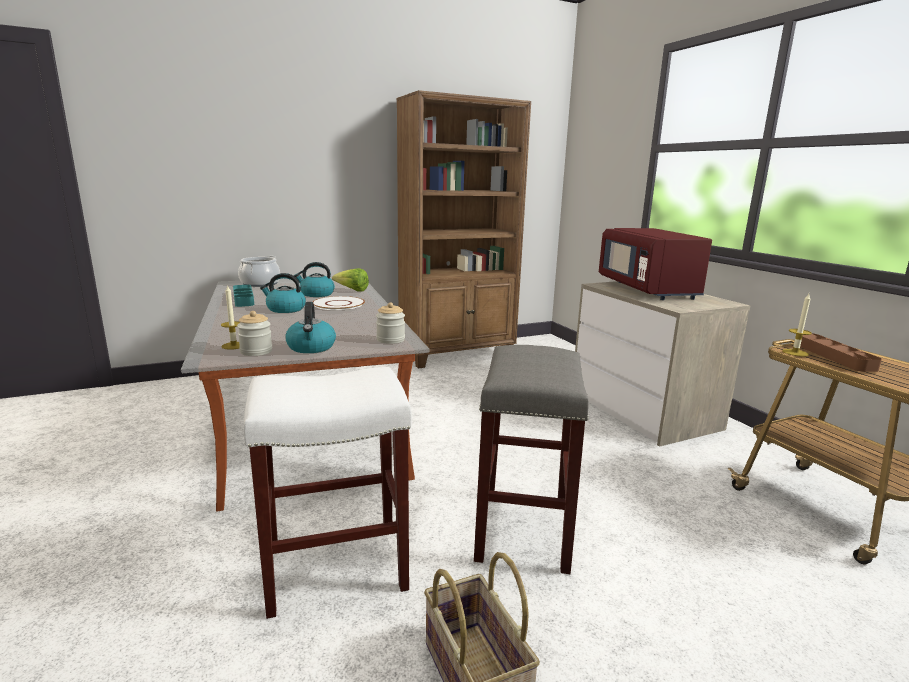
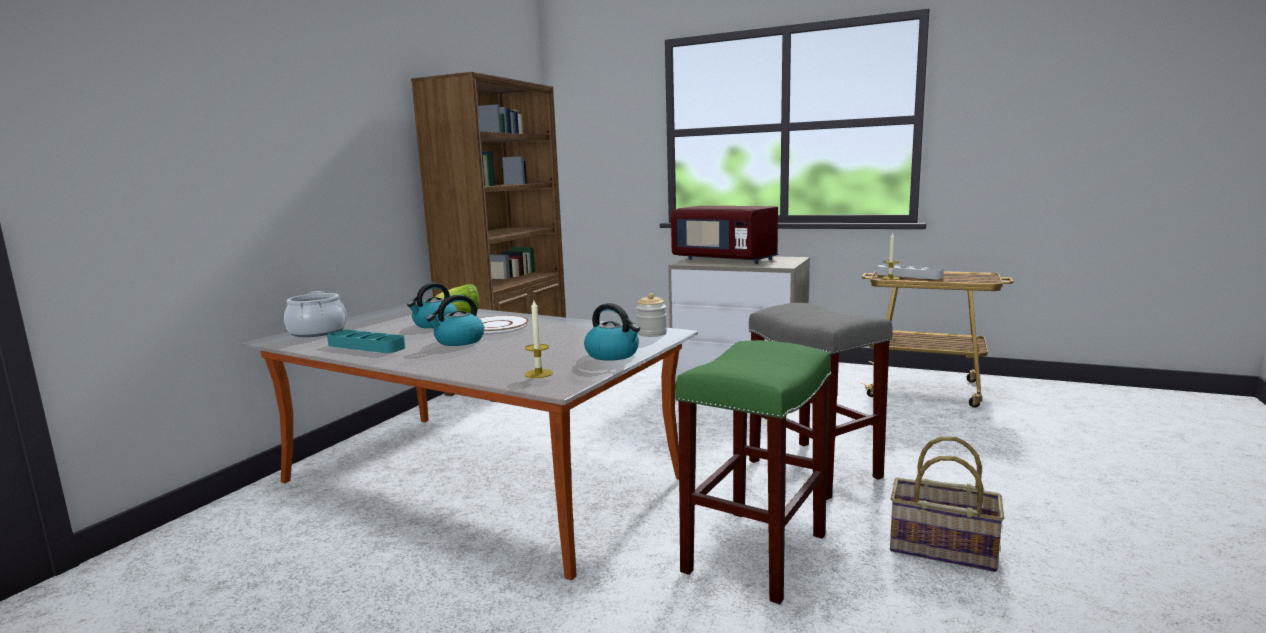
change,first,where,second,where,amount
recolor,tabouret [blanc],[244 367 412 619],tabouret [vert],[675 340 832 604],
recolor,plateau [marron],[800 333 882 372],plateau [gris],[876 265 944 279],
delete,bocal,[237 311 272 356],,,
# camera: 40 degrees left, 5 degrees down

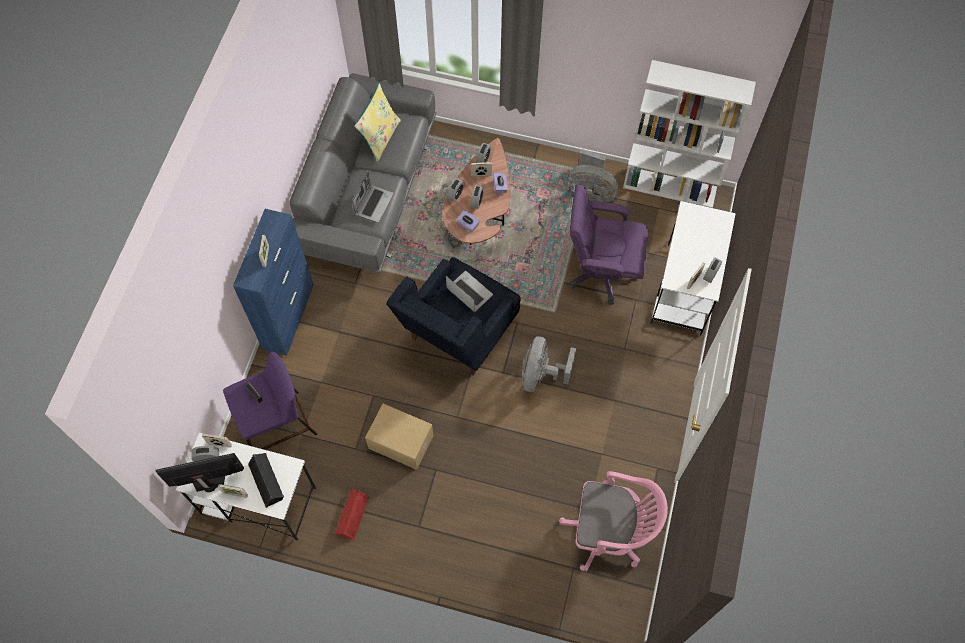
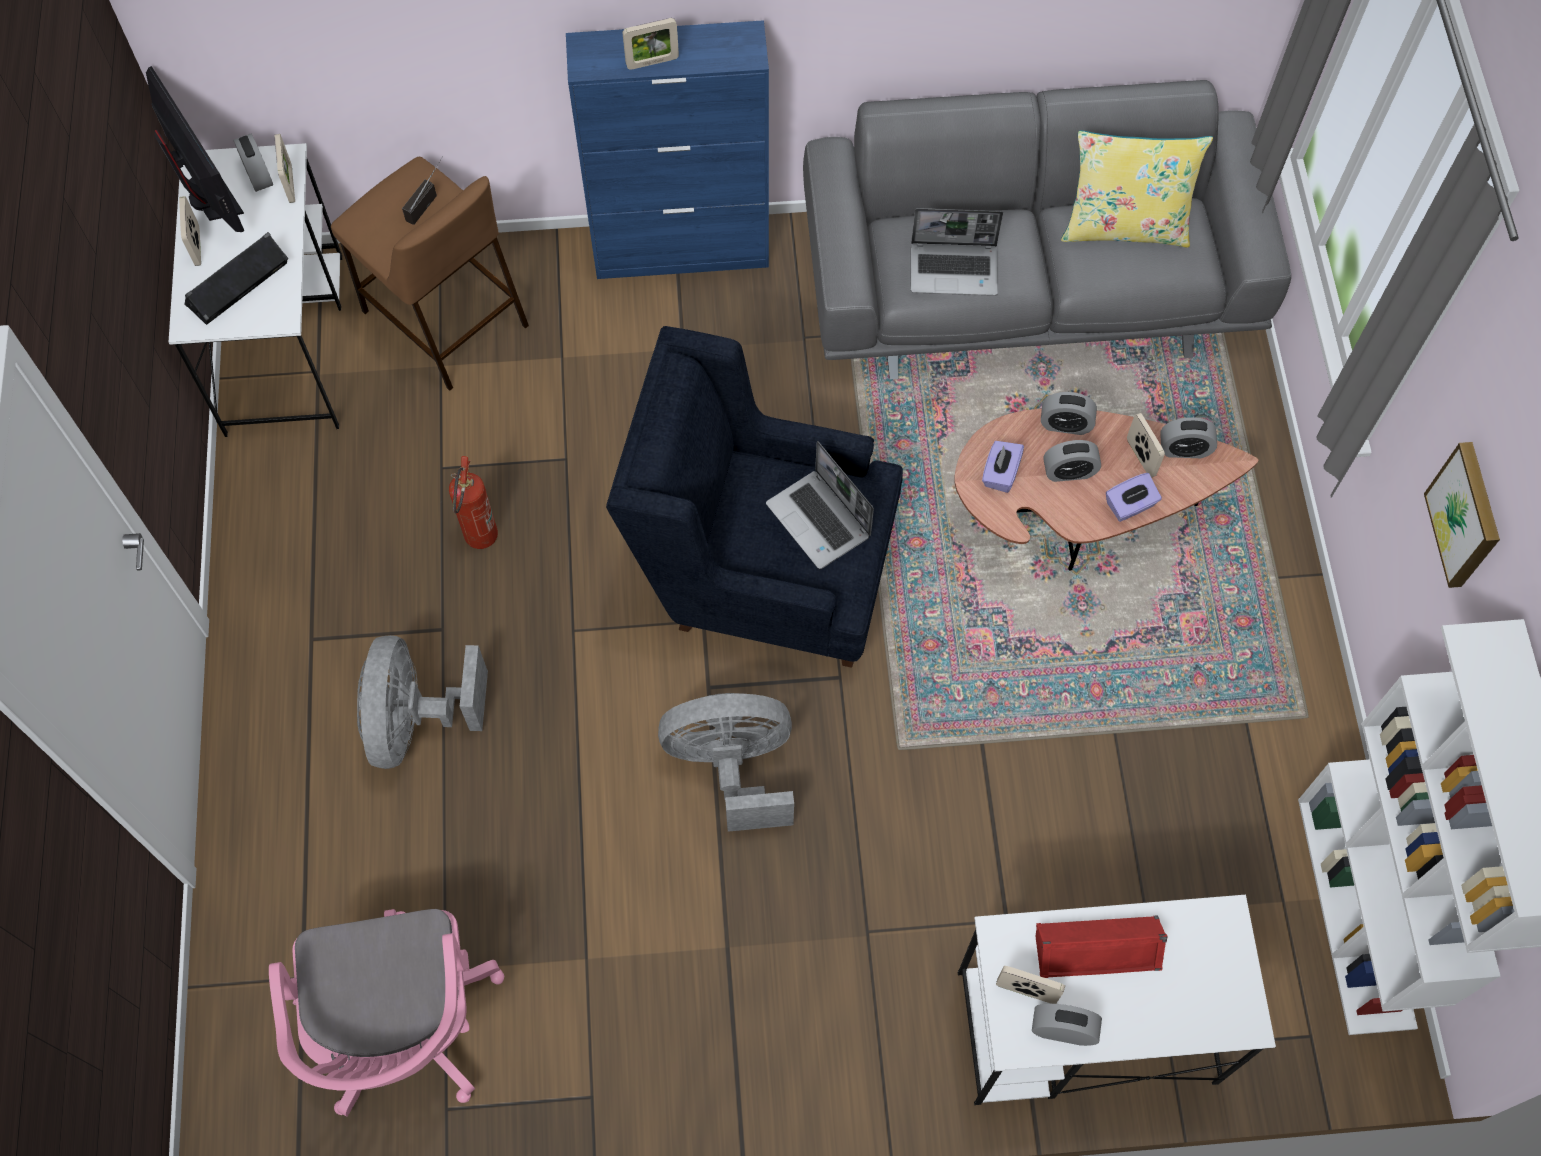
change,first,where,second,where,amount
recolor,tabouret [violet],[223 352 317 450],tabouret [marron],[331 157 529 391],
move,ventilateur [gris],[568 149 619 203],,[357 635 488 769],
replace,carton,[365 404 433 470],extincteur,[449 456 498 549],
rotate,ordinateur portable,[446 271 493 312],,[766 441 874 569],120 degrees clockwise
move,enceinte [rouge],[335 489 369 540],,[1035 915 1168 978],
insert,,,tableau,[1424 442 1500 588],
delete,chaise de bureau [violet],[569 184 648 305],,,
# camera: 70 degrees right, 0 degrees up

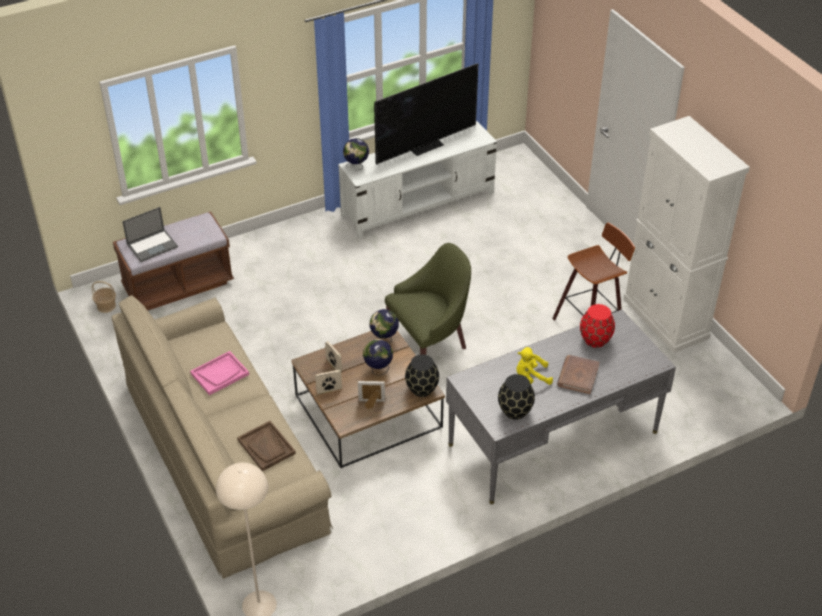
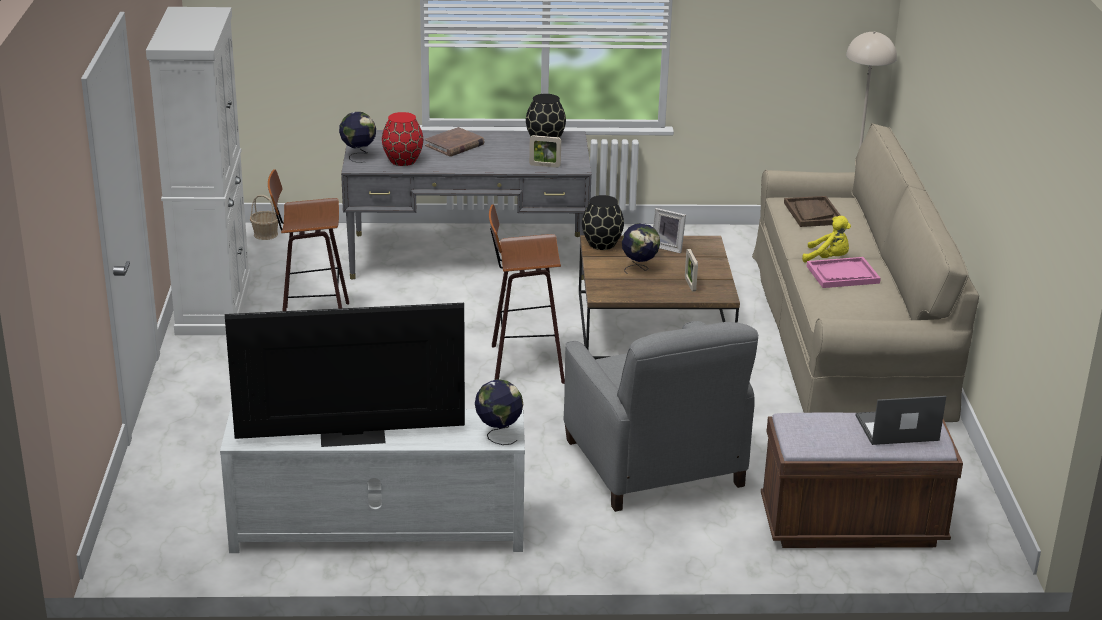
change,first,where,second,where,amount
move,panier,[92 281 116 313],,[250 195 280 240],
move,globe,[370 309 399 343],,[339 112 376 163],
replace,fauteuil [vert],[385 243 471 355],tabouret,[489 205 565 384],
move,cadre photo,[315 370 342 394],,[529 135 561 168],
insert,,,fauteuil [gris],[564 321 758 512],
move,peluche [jaune],[516 347 553 385],,[802 216 851 263],
# camera: 155 degrees left, 15 degrees down

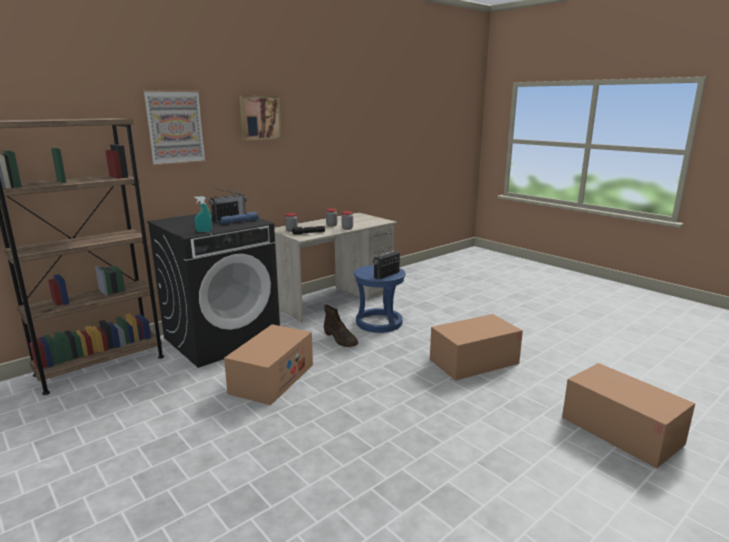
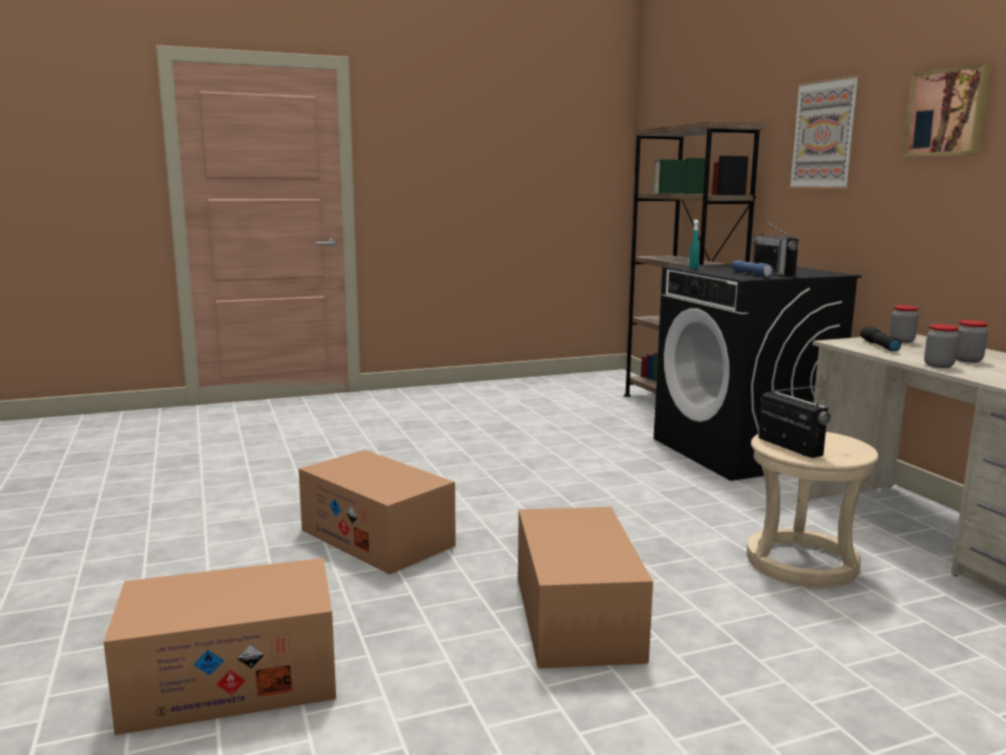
change,first,where,second,where,amount
move,carton,[224 324 313 405],,[299 450 456 575],
recolor,tabouret [bleu],[354 265 406 333],tabouret [beige],[747 432 879 588],
delete,botte [marron],[324 304 358 347],,,
# camera: 110 degrees right, 5 degrees down

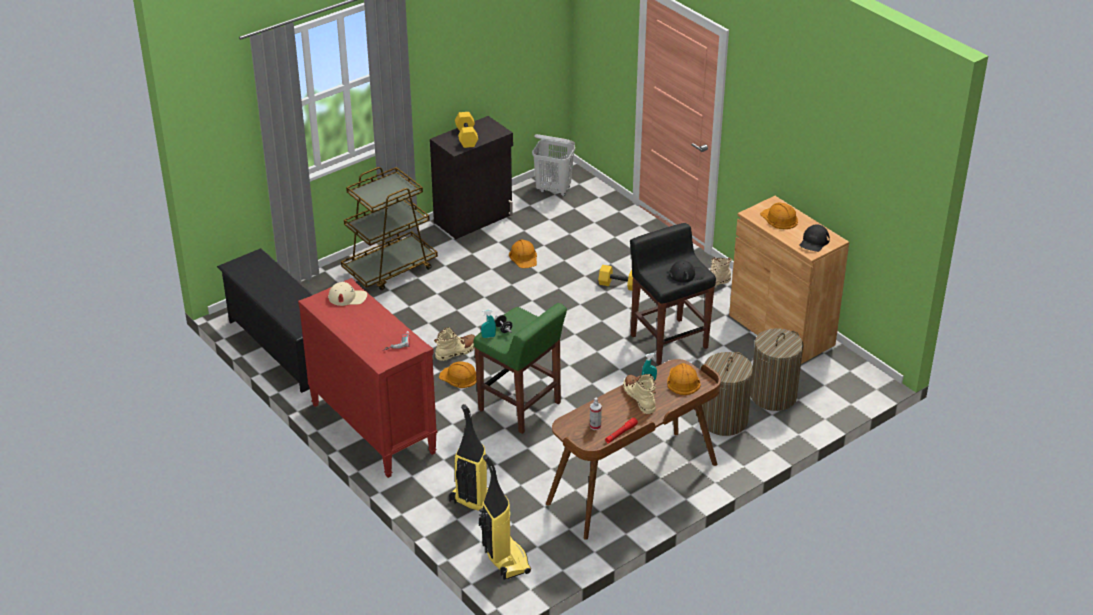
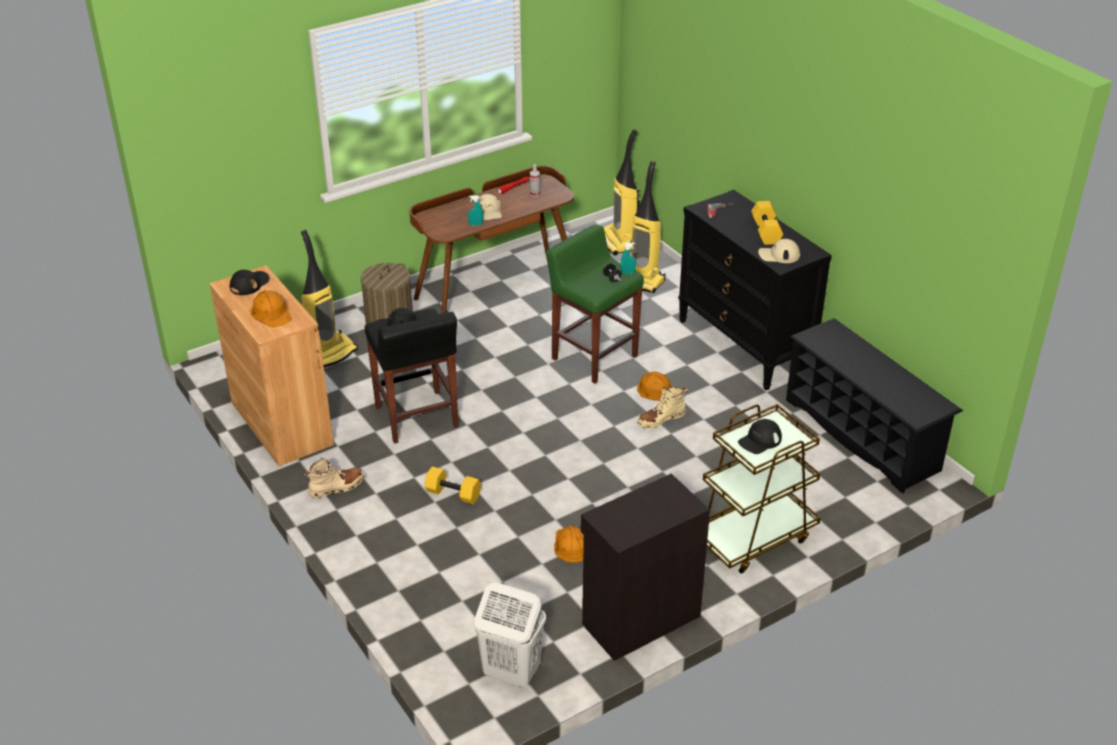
change,first,where,second,where,amount
replace,panier à linge,[751 328 804 411],aspirateur,[301 230 358 368],
replace,botte [beige],[623 374 656 414],casquette [beige],[477 194 502 220],
recolor,commode [rouge],[298 278 438 478],commode [noir],[678 190 832 390],
insert,,,casquette [noir],[738 419 782 454],
move,haltère [jaune],[455 112 478 148],,[751 201 783 245],
delete,casque de chantier [orange],[667 363 701 395],,,
# camera: 175 degrees left, 0 degrees up

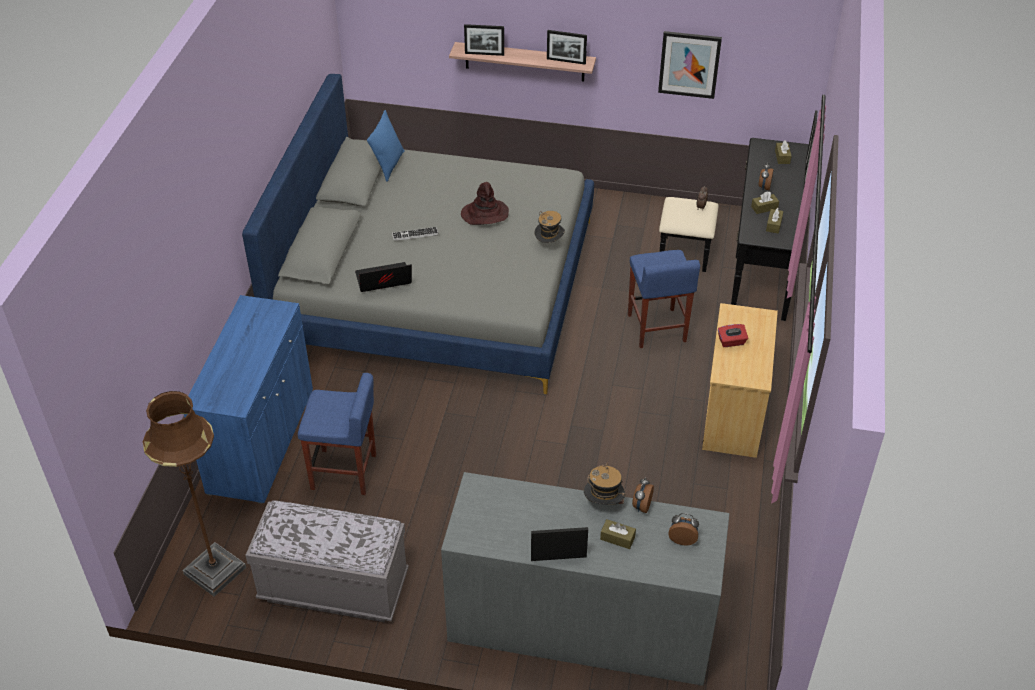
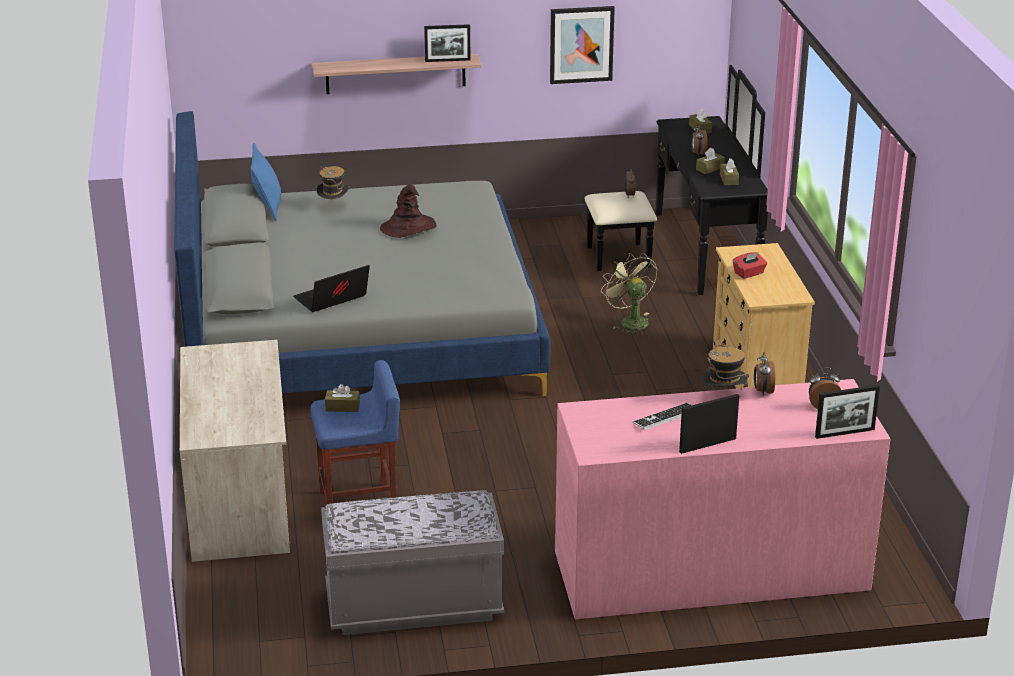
change,first,where,second,where,amount
replace,meuble de rangement [bleu],[184 295 313 504],bureau [beige],[180 340 290 562],
move,chapeau,[534 211 565 243],,[316 166 349 199],
move,boîte à mouchoirs [marron],[600 519 636 549],,[325 384 360 412],
recolor,commode [gris],[441 472 729 686],commode [rose],[555 379 891 619],
replace,tabouret [bleu],[628 250 700 348],ventilateur [vert],[601 253 657 335],
move,clavier,[392 227 438 241],,[632 403 691 430],
move,cadre photo,[464 24 504 56],,[815 385 880 439],
delete,lampadaire [marron],[143 391 246 597],,,
# camera: 20 degrees left, 15 degrees down

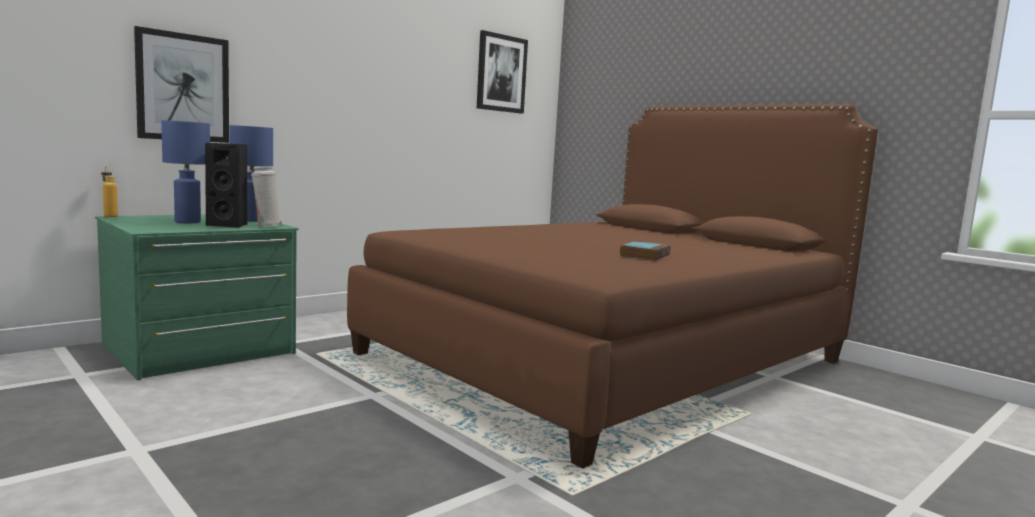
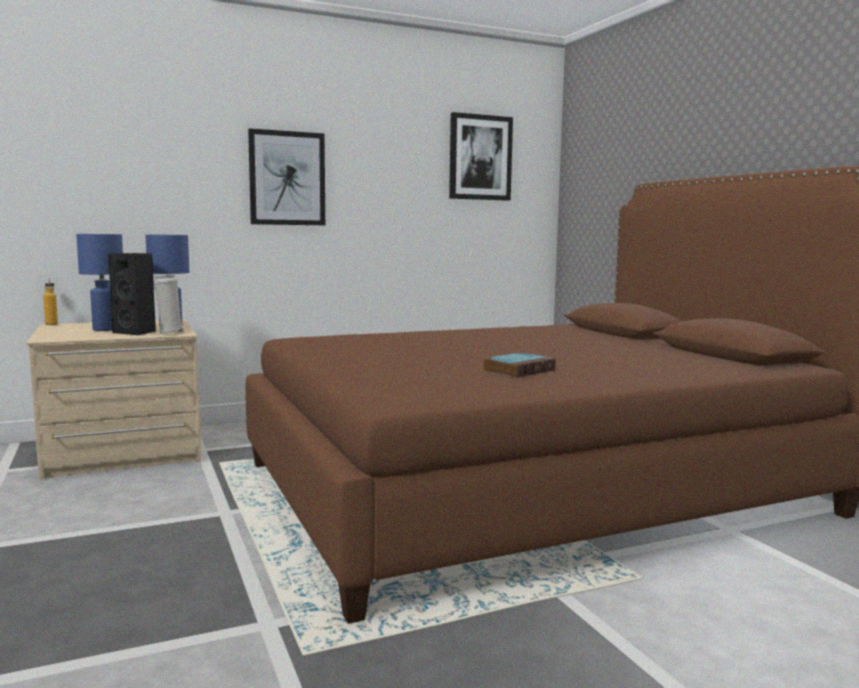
change,first,where,second,where,amount
recolor,commode [vert],[95 214 299 381],commode [beige],[26 319 201 480],
move,tableau,[134 26 229 143],,[248 128 325 225],
# camera: 20 degrees right, 0 degrees up

